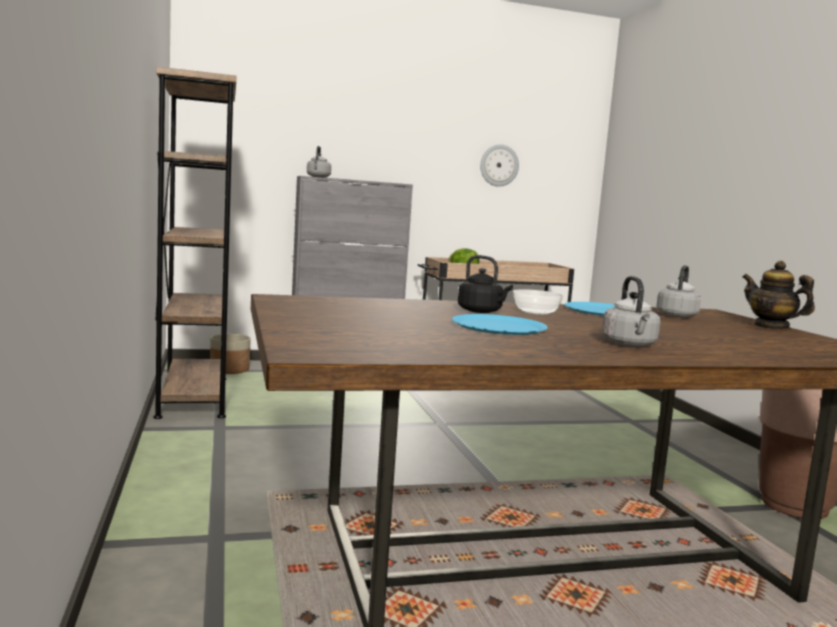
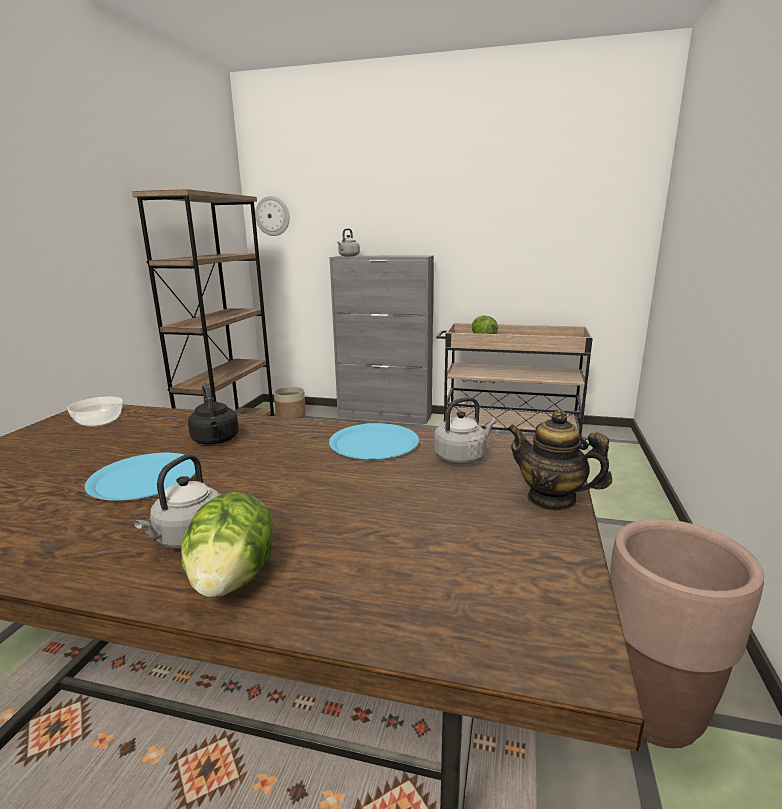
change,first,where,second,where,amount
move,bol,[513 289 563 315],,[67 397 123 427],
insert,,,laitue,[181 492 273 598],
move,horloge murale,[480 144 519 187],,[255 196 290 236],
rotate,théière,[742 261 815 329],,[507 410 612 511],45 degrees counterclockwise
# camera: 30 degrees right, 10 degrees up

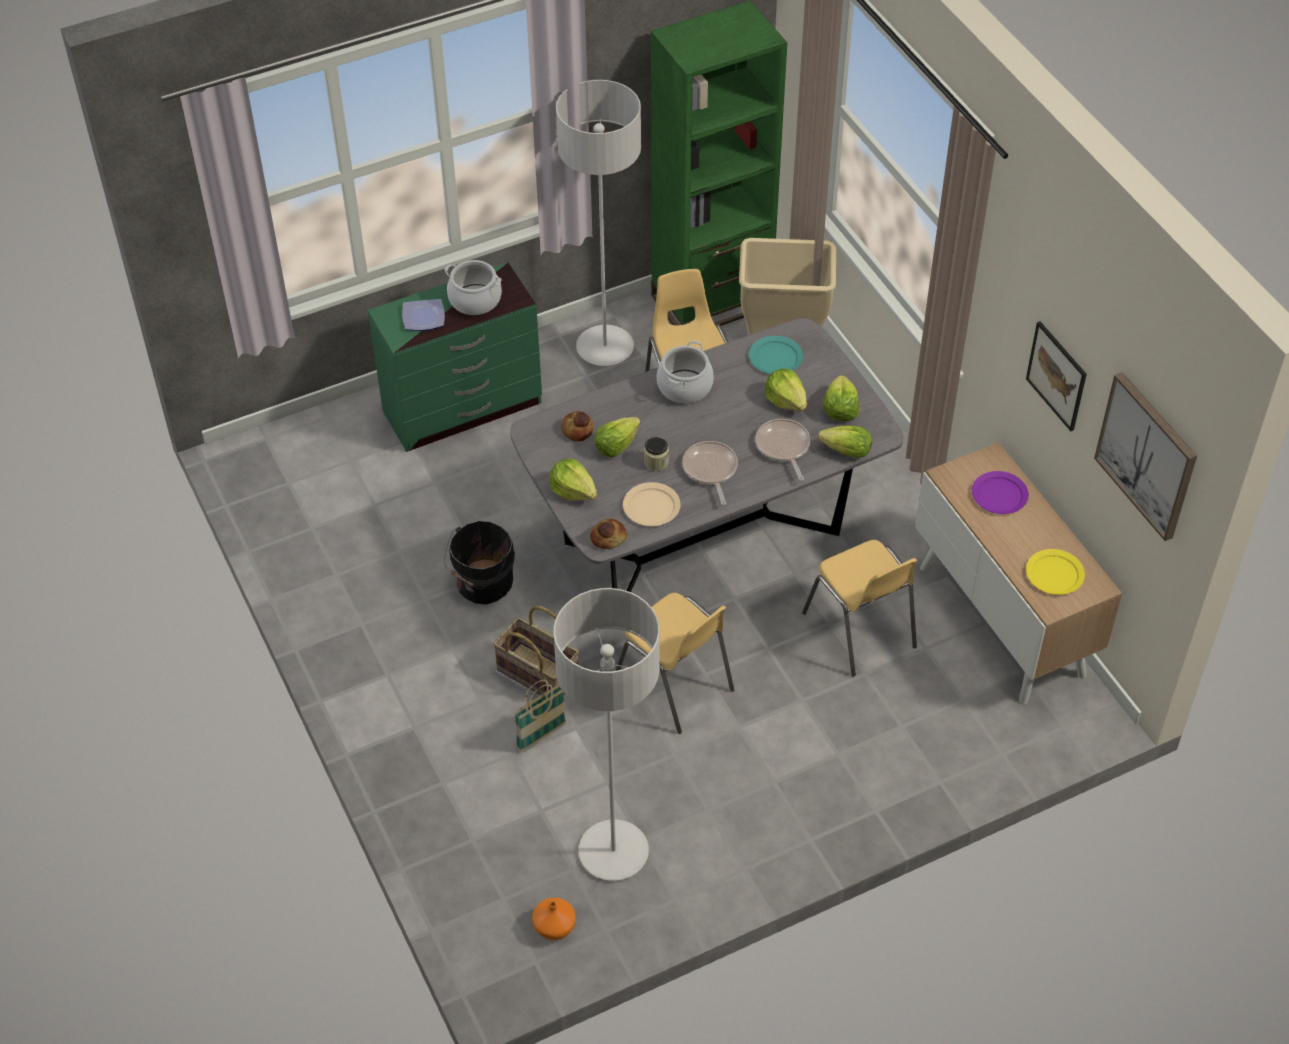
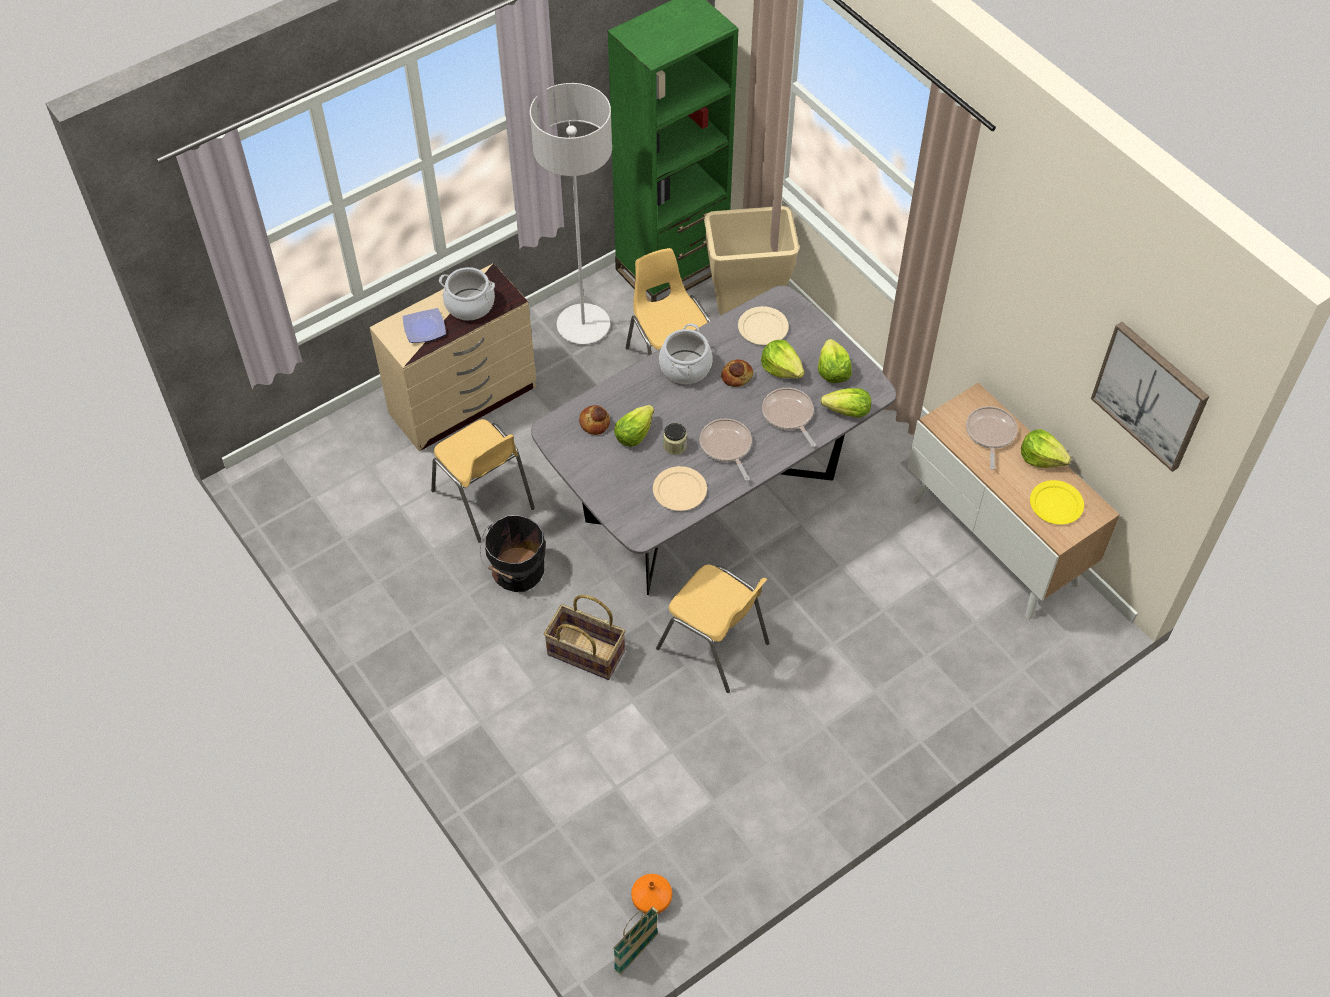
change,first,where,second,where,amount
recolor,commode [vert],[368 262 542 452],commode [beige],[370 263 536 451],
move,chaise [jaune],[802 540 917 677],,[431 419 535 543],
move,panier,[514 680 566 752],,[613 907 658 975],
move,pain,[590 519 627 549],,[721 359 753 387],
recolor,assiette [turquoise],[749 336 803 374],assiette [beige],[738 306 789 345],
replace,assiette [violet],[972 471 1029 514],poêle,[966 406 1018 470],
move,laitue,[550 458 597 500],,[1021 429 1071 468],
delete,lampadaire [gris],[554 588 660 881],,,
delete,tableau,[1026 321 1087 431],,,
# camera: 10 degrees left, 5 degrees up

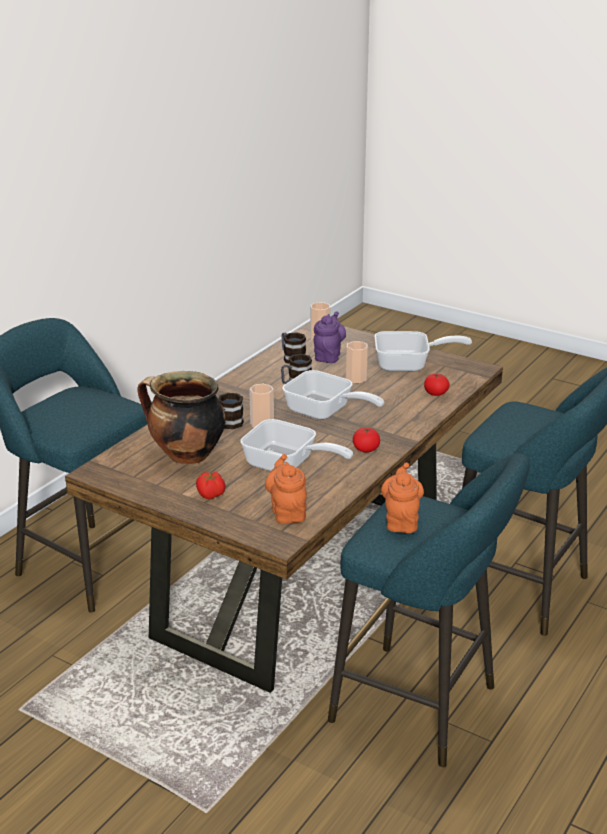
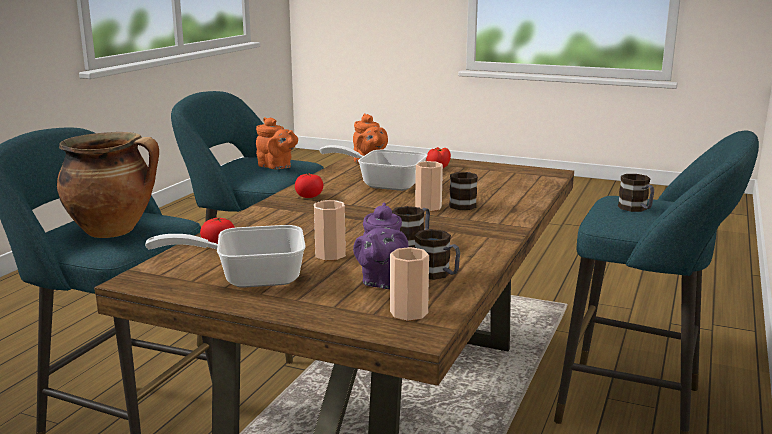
change,first,where,second,where,amount
move,marmite,[137 371 225 464],,[57 132 159 238],
rotate,théière [orange],[381 463 424 533],,[256 117 298 169],45 degrees counterclockwise
insert,,,mug,[618 174 654 212],
delete,poêle,[282 370 384 420],,,
# camera: 170 degrees right, 10 degrees down

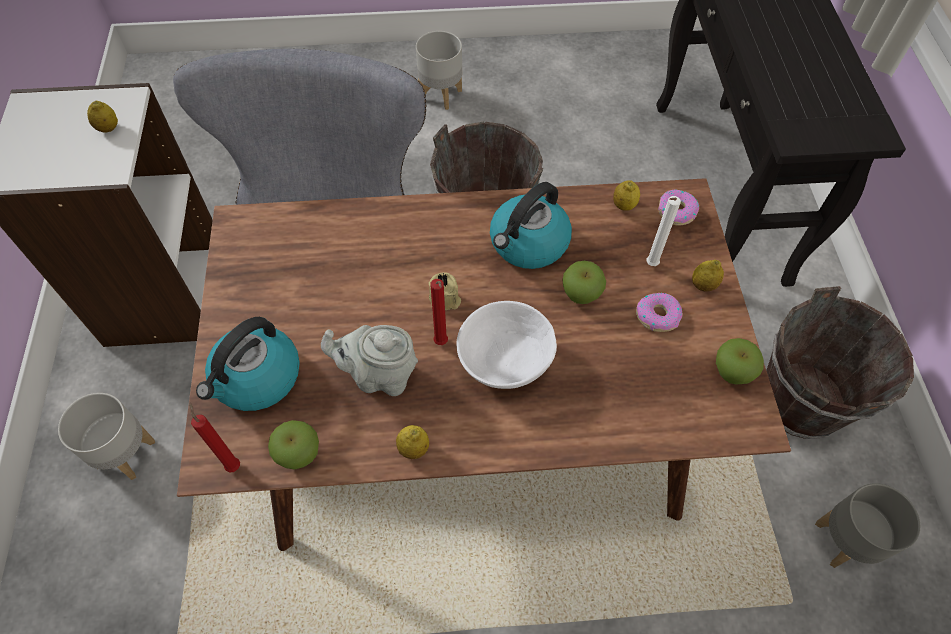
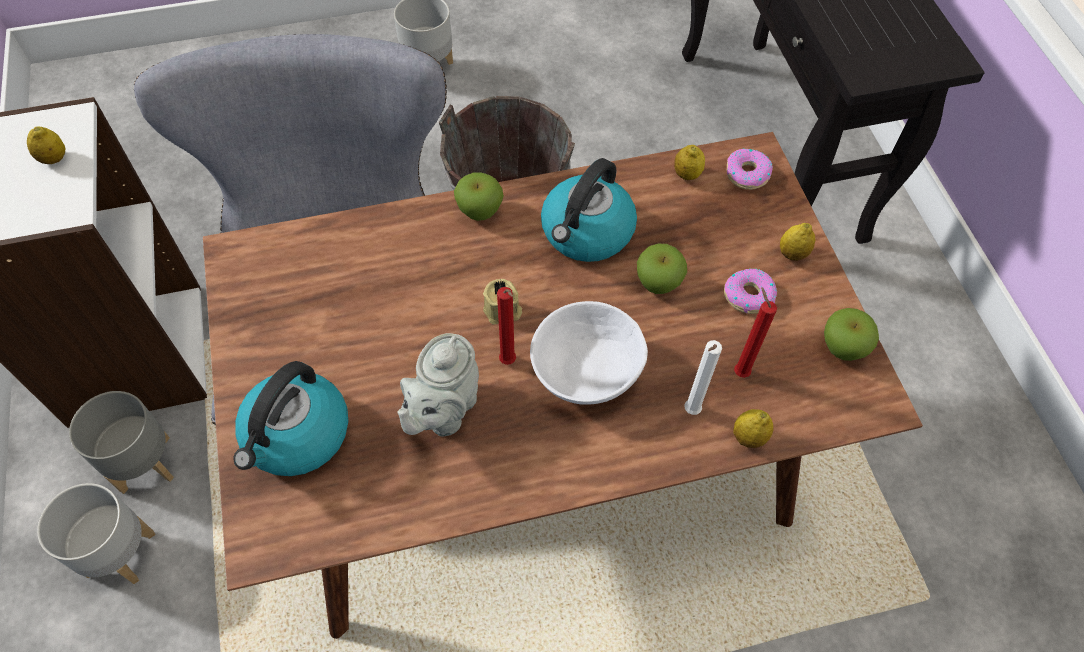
change,first,where,second,where,amount
move,cache-pot [gris],[815 483 920 568],,[69 391 174 494],
rotate,théière [gris],[321 325 418 396],,[398 333 479 437],60 degrees counterclockwise
move,pomme,[268 420 319 470],,[454 173 504 221],
move,bougie [blanc],[646 196 681 266],,[684 340 722 415],
move,citron,[396 425 429 459],,[733 409 773 448],
move,bougie [rouge],[189 402 240 472],,[734 287 777 378],
delete,seau [marron],[766 286 914 439],,,
# camera: 10 degrees left, 0 degrees up

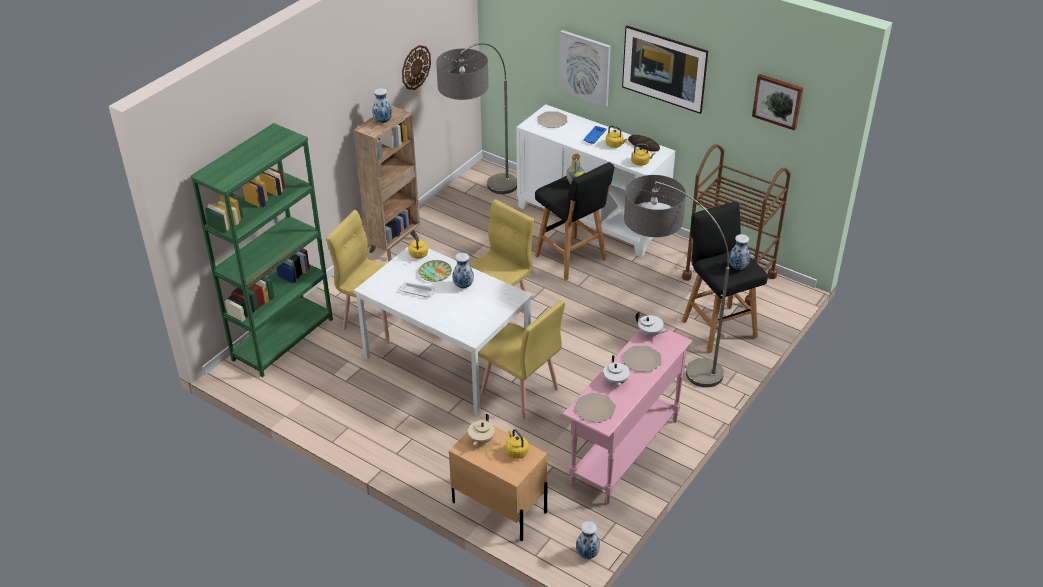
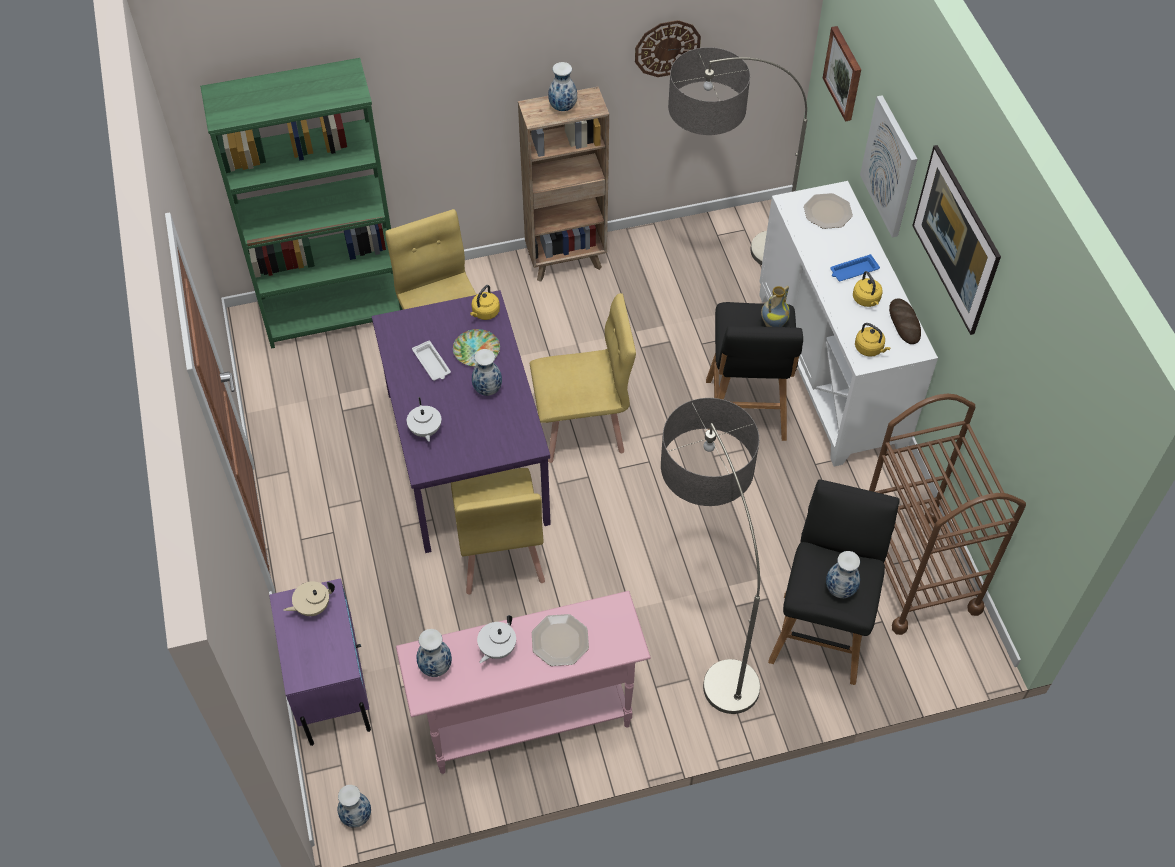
change,first,where,second,where,amount
recolor,table de chevet [beige],[449 419 548 541],table de chevet [violet],[269 578 371 746],
recolor,table à manger [blanc],[354 246 533 416],table à manger [violet],[372 290 551 553],
move,théière [blanc],[636 312 668 337],,[407 397 441 442],
replace,assiette,[574 393 616 423],vase,[416 629 452 677],
move,tableau,[752 74 803 131],,[823 26 861 122],
delete,bouilloire [jaune],[506 429 529 459],,,
# camera: 40 degrees right, 15 degrees up

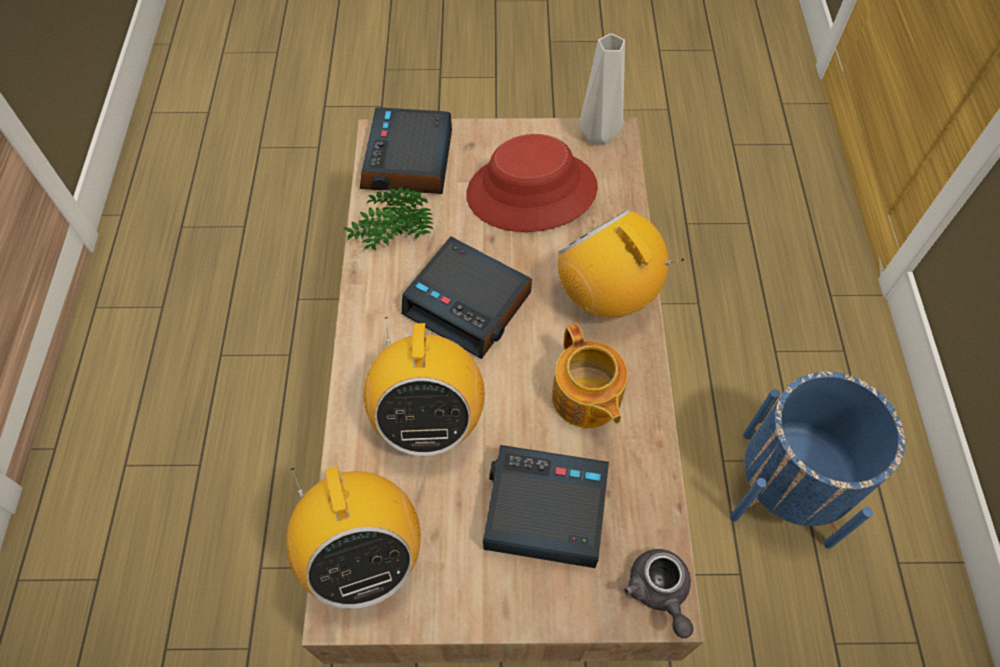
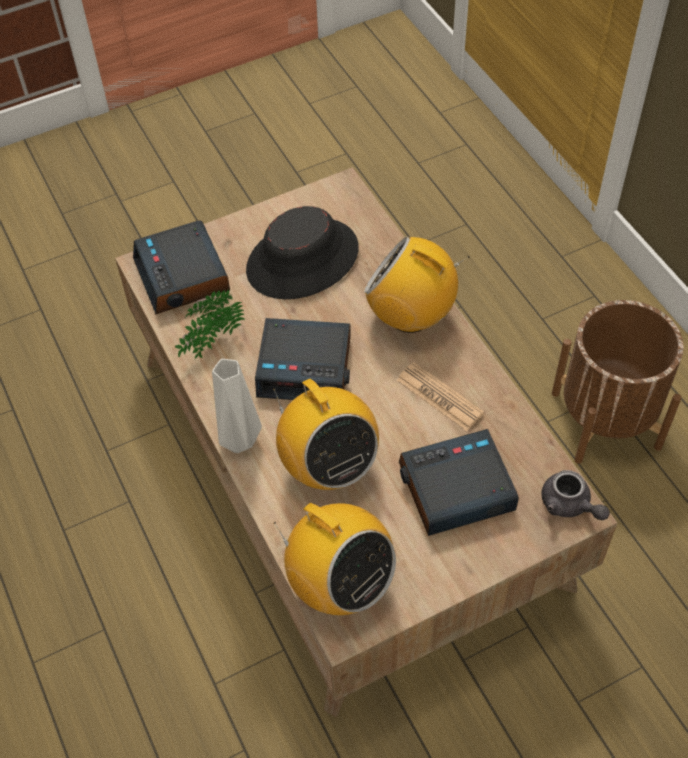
change,first,where,second,where,amount
move,vase [gris],[579 33 625 145],,[212 359 262 453],
recolor,chapeau [rouge],[466 134 598 232],chapeau [noir],[246 206 359 299],
replace,théière,[552 324 628 428],journal,[396 362 484 431],
recolor,cache-pot [bleu],[730 371 905 549],cache-pot [marron],[552 300 684 464],
# camera: 25 degrees left, 5 degrees down

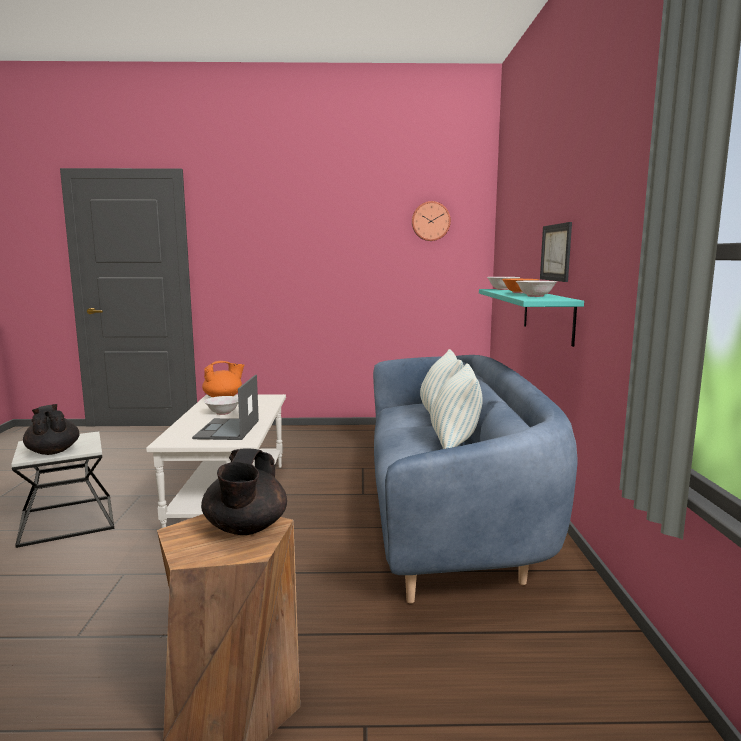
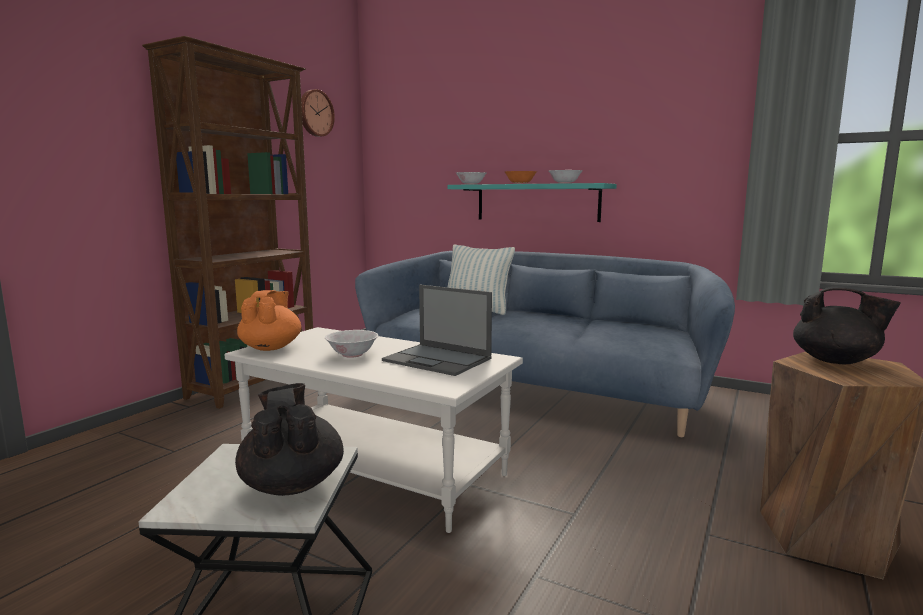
change,first,where,second,where,amount
insert,,,bibliothèque [marron],[142 36 313 409],
rotate,théière [noir],[23 404 80 455],,[235 383 344 496],75 degrees clockwise
delete,coussin,[430 363 483 449],,,
delete,tableau,[540 222 572 282],,,
# camera: 60 degrees left, 0 degrees up

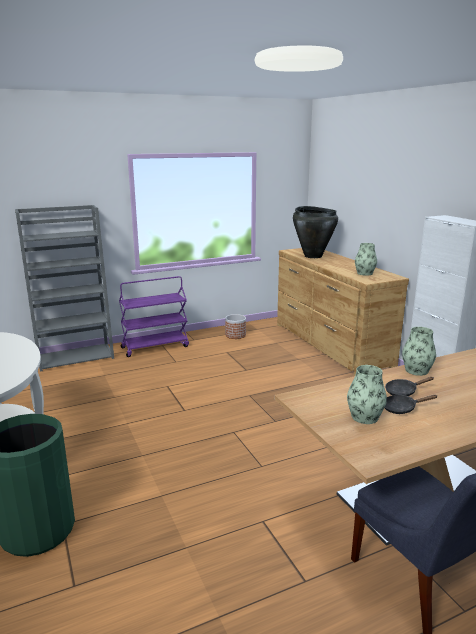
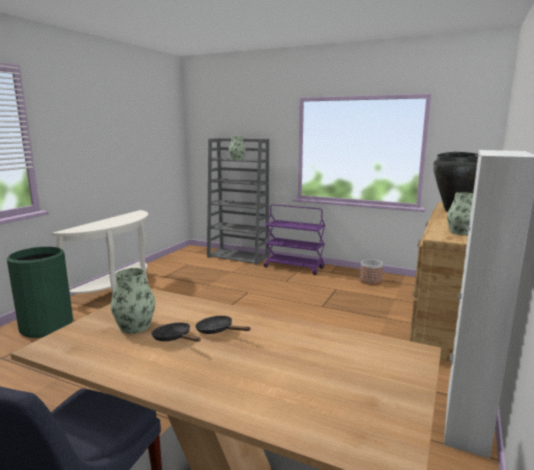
change,first,where,second,where,amount
move,vase,[402 327 436 376],,[229 136 246 160],
# camera: 50 degrees right, 5 degrees down

